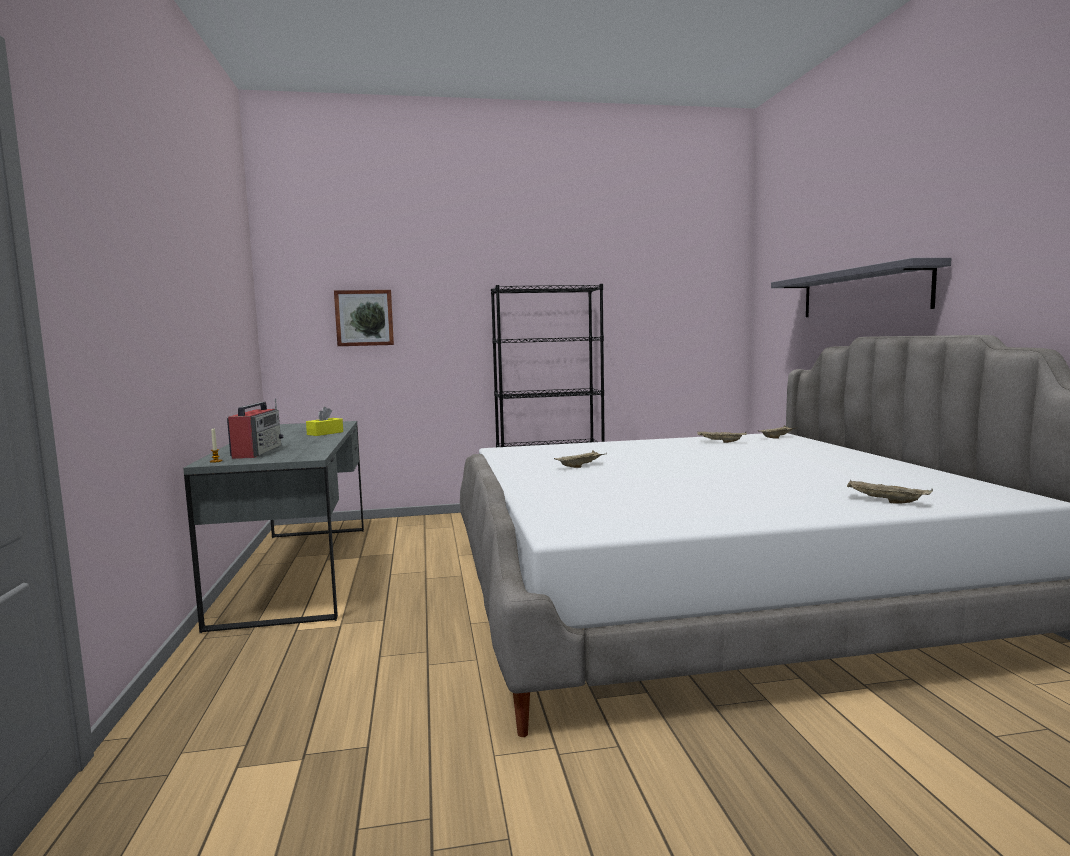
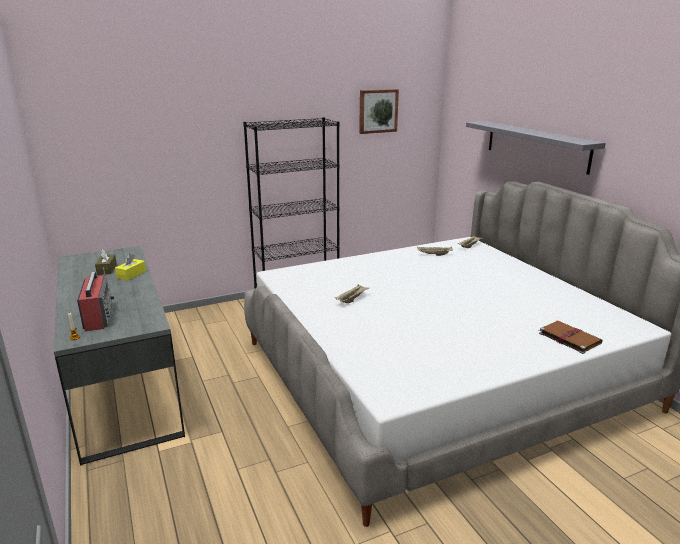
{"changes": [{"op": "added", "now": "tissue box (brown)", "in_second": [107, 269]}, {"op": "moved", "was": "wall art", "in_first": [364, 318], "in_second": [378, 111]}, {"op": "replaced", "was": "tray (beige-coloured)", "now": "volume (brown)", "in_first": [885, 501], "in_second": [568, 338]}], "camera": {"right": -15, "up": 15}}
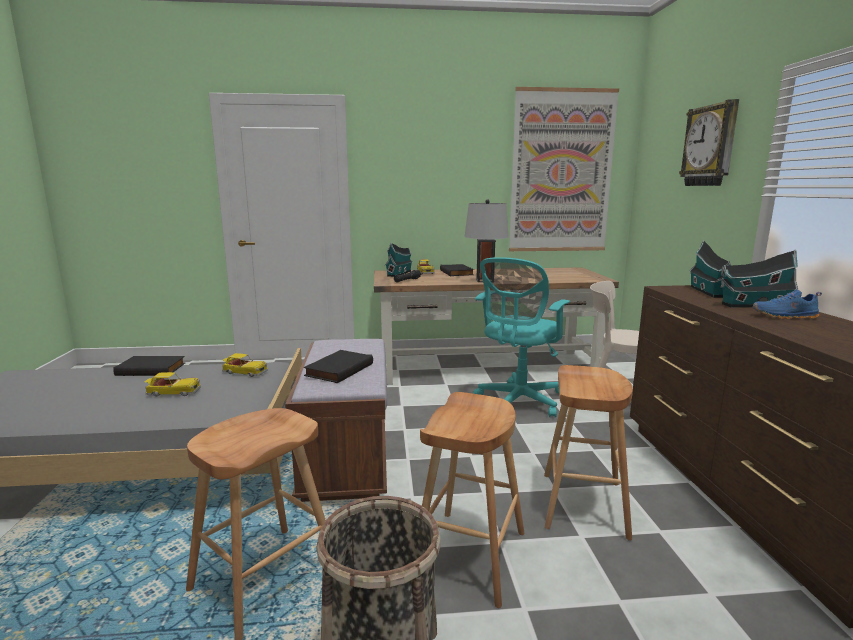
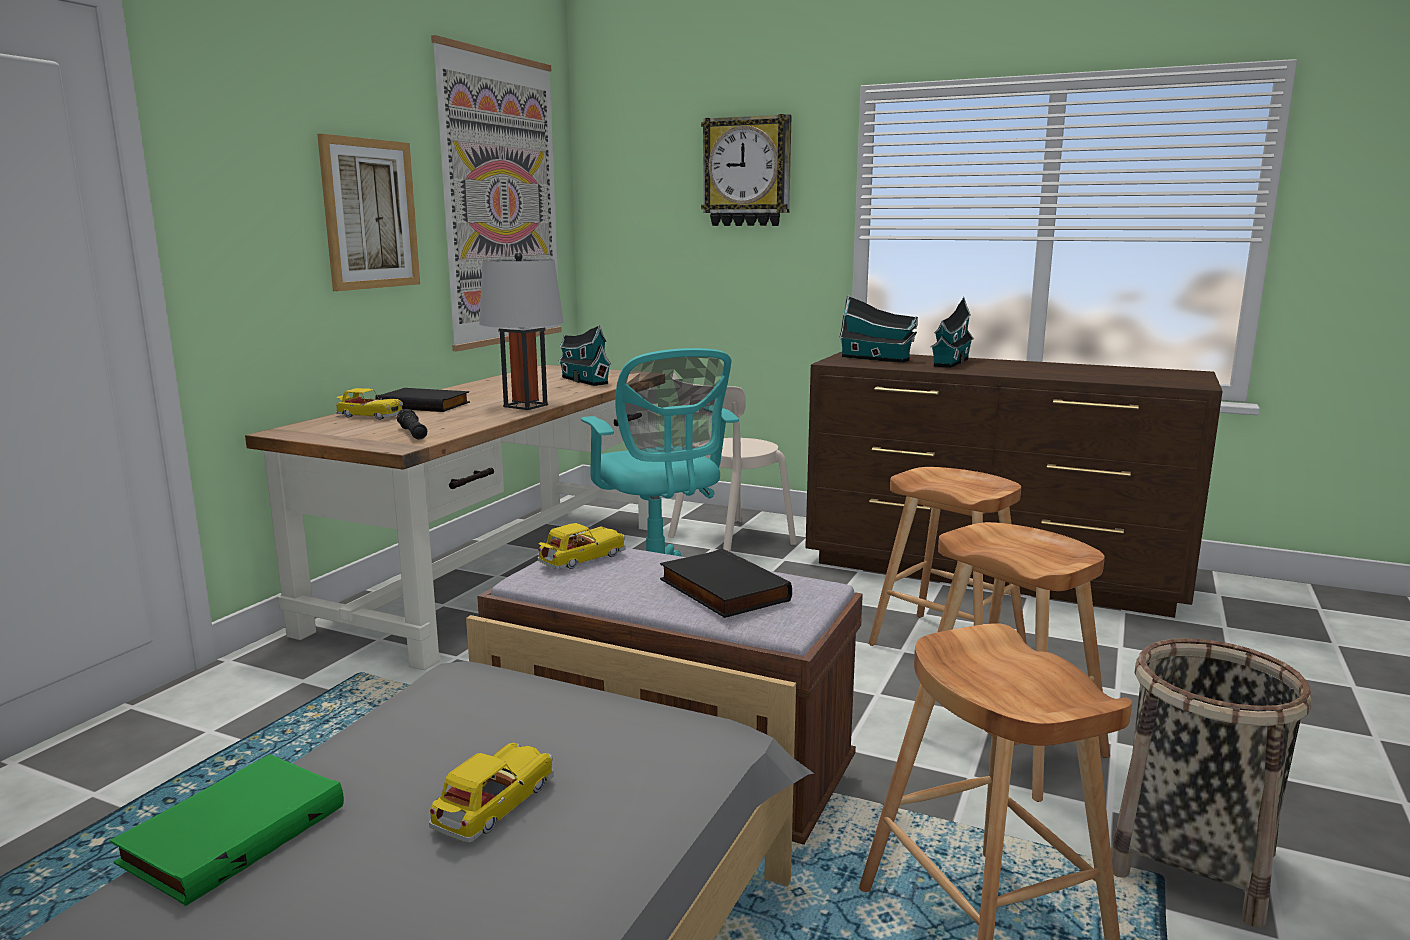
{"changes": [{"op": "recoloured", "was": "volume (blackish)", "now": "volume (green-coloured)", "in_first": [152, 369], "in_second": [233, 832]}, {"op": "added", "now": "wall art", "in_second": [370, 214]}, {"op": "moved", "was": "model car", "in_first": [244, 372], "in_second": [581, 559]}, {"op": "moved", "was": "toy house", "in_first": [400, 273], "in_second": [583, 380]}, {"op": "removed", "was": "low shoe (blue)", "in_first": [785, 317]}], "camera": {"right": -60, "up": 0}}
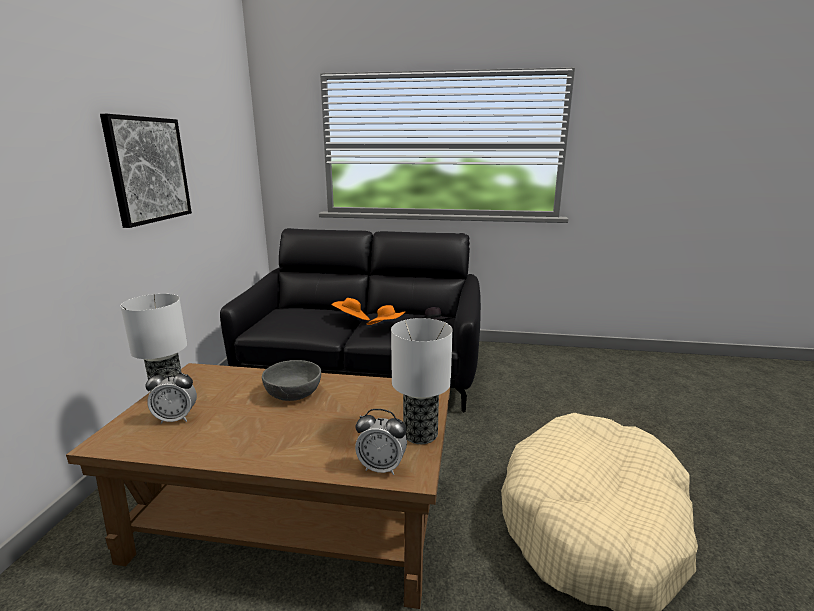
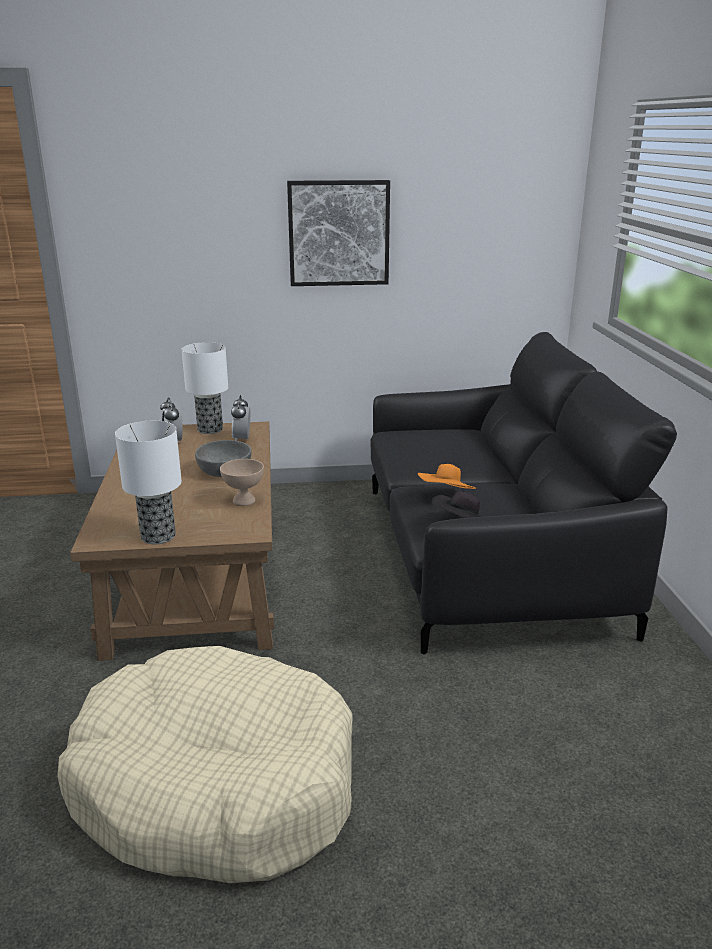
{"changes": [{"op": "added", "now": "serving bowl (beige-coloured)", "in_second": [243, 500]}, {"op": "moved", "was": "table clock", "in_first": [382, 467], "in_second": [242, 439]}, {"op": "removed", "was": "clothing hat (orange-coloured)", "in_first": [351, 320]}], "camera": {"right": 75, "up": 5}}
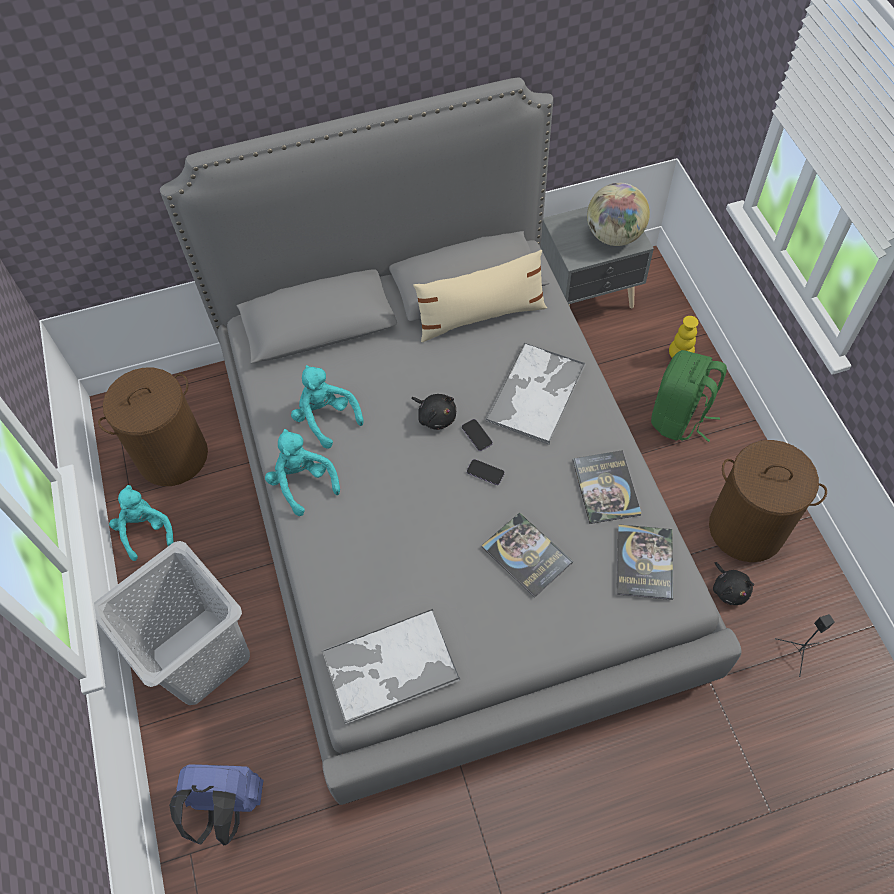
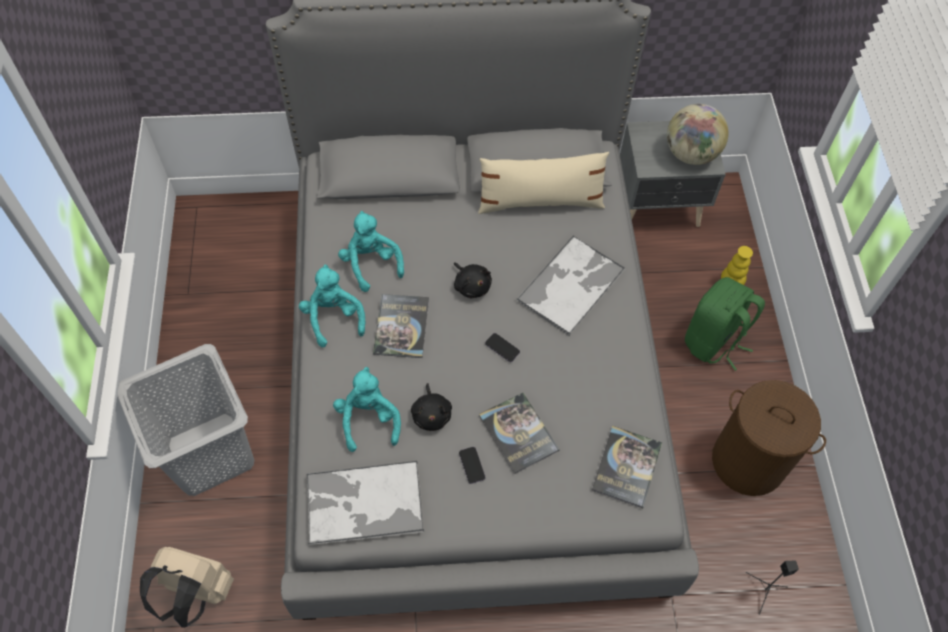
{"changes": [{"op": "recoloured", "was": "backpack (blue)", "now": "backpack (beige-coloured)", "in_first": [226, 806], "in_second": [196, 593]}, {"op": "moved", "was": "plush toy (turquoise)", "in_first": [145, 531], "in_second": [368, 419]}, {"op": "moved", "was": "volume", "in_first": [606, 487], "in_second": [401, 326]}, {"op": "moved", "was": "plush toy (blackish)", "in_first": [729, 589], "in_second": [431, 414]}, {"op": "moved", "was": "handset", "in_first": [477, 435], "in_second": [472, 465]}, {"op": "removed", "was": "washing basket (brown)", "in_first": [173, 455]}], "camera": {"right": 10, "up": 0}}
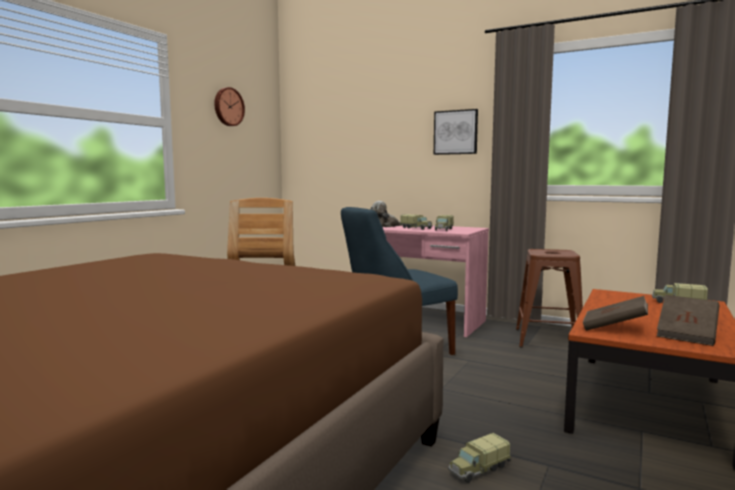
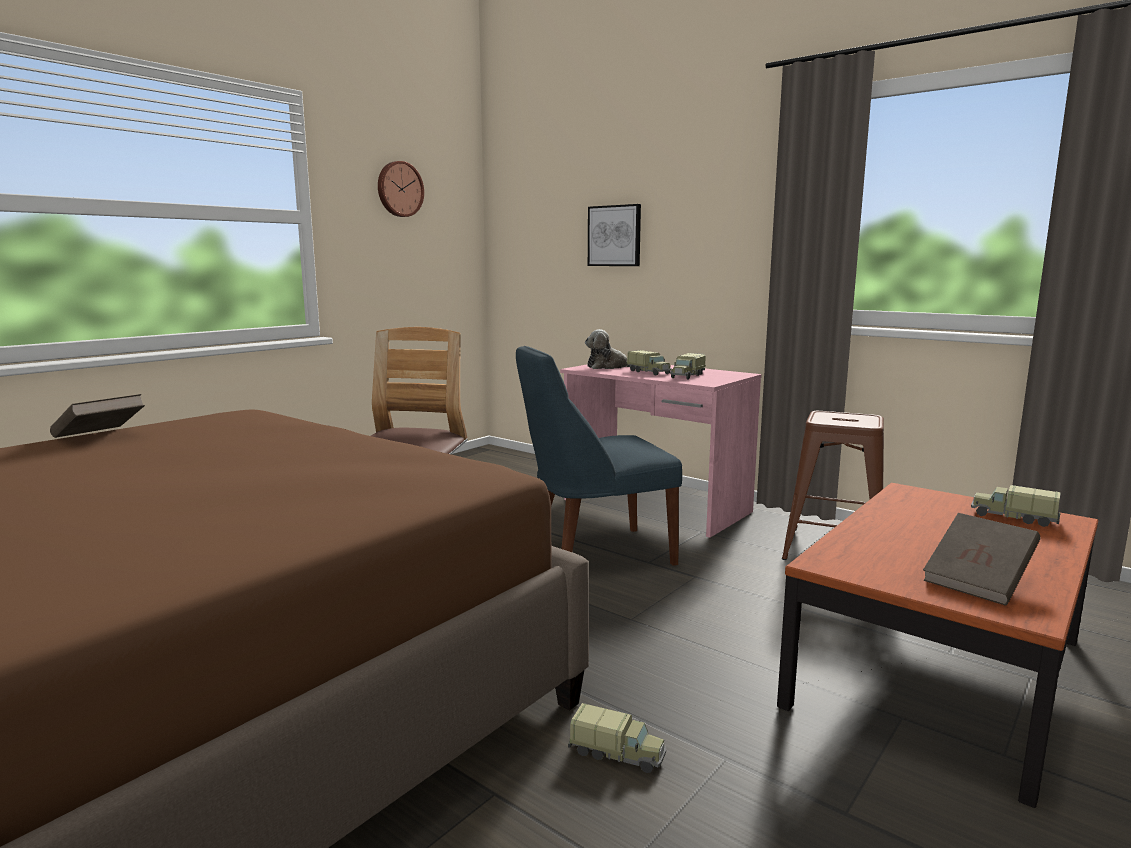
{"changes": [{"op": "moved", "was": "volume (brown)", "in_first": [614, 328], "in_second": [99, 437]}, {"op": "turned", "was": "toy lorry", "in_first": [478, 469], "in_second": [617, 754], "clockwise": -135}, {"op": "moved", "was": "wall art", "in_first": [455, 132], "in_second": [614, 236]}], "camera": {"right": 10, "up": 5}}
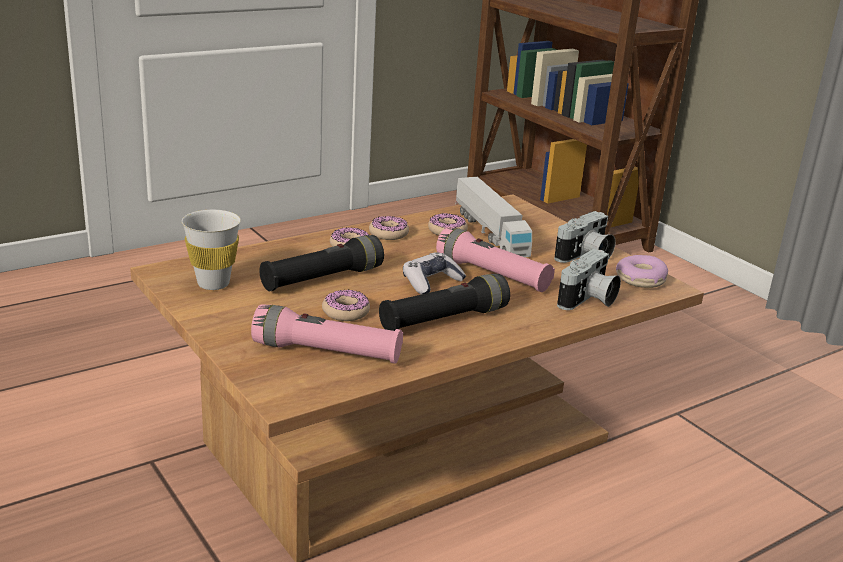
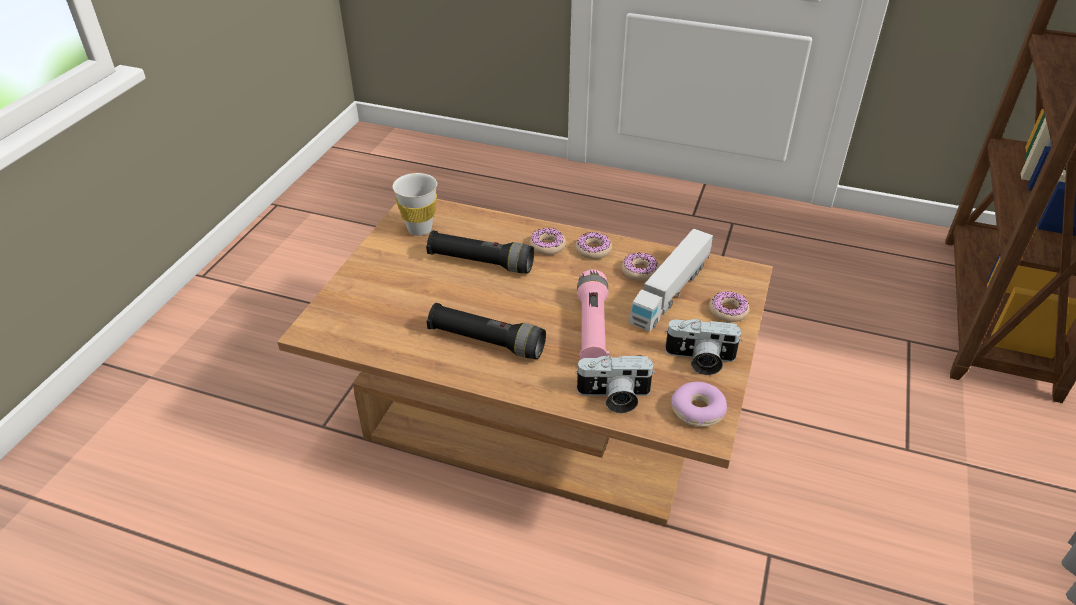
{"changes": [{"op": "moved", "was": "doughnut", "in_first": [345, 312], "in_second": [728, 311]}, {"op": "removed", "was": "hand torch (pinkish)", "in_first": [327, 352]}, {"op": "removed", "was": "joypad", "in_first": [431, 282]}], "camera": {"right": 55, "up": 15}}
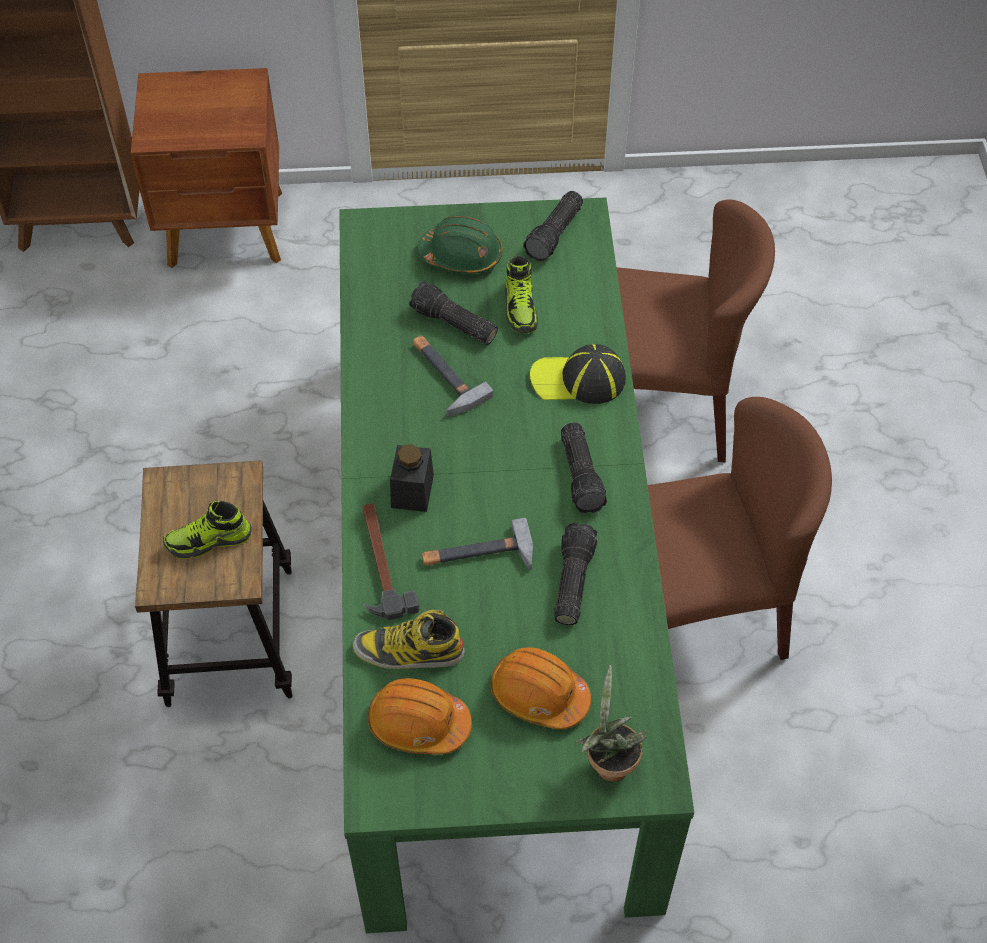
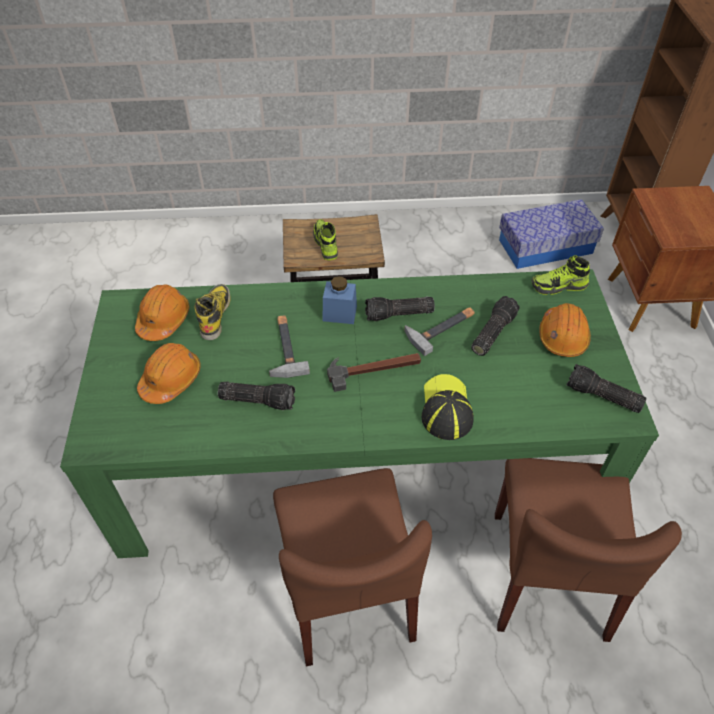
{"changes": [{"op": "recoloured", "was": "preserve jar (blackish)", "now": "preserve jar (blue)", "in_first": [412, 491], "in_second": [339, 313]}, {"op": "moved", "was": "tool hammer", "in_first": [380, 563], "in_second": [374, 369]}, {"op": "moved", "was": "hand torch", "in_first": [582, 475], "in_second": [398, 315]}, {"op": "added", "now": "storage box", "in_second": [545, 246]}, {"op": "moved", "was": "low shoe", "in_first": [520, 307], "in_second": [558, 286]}, {"op": "recoloured", "was": "work helmet (green-coloured)", "now": "work helmet (orange-coloured)", "in_first": [461, 256], "in_second": [562, 337]}, {"op": "removed", "was": "plant in a pot", "in_first": [608, 762]}], "camera": {"right": 90, "up": -5}}
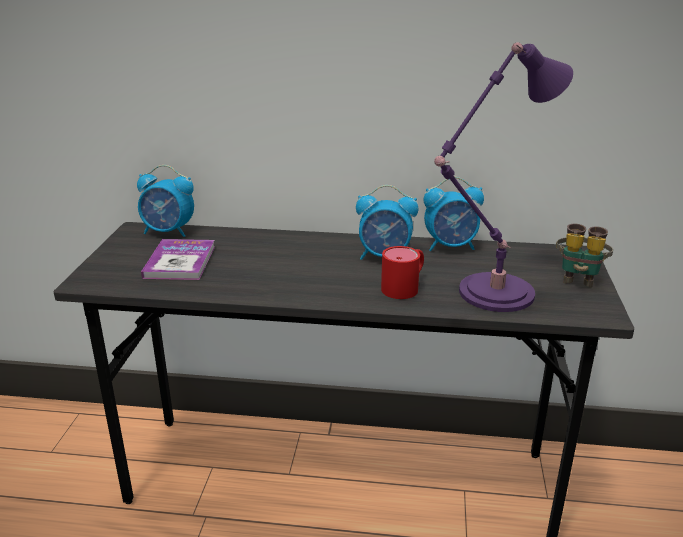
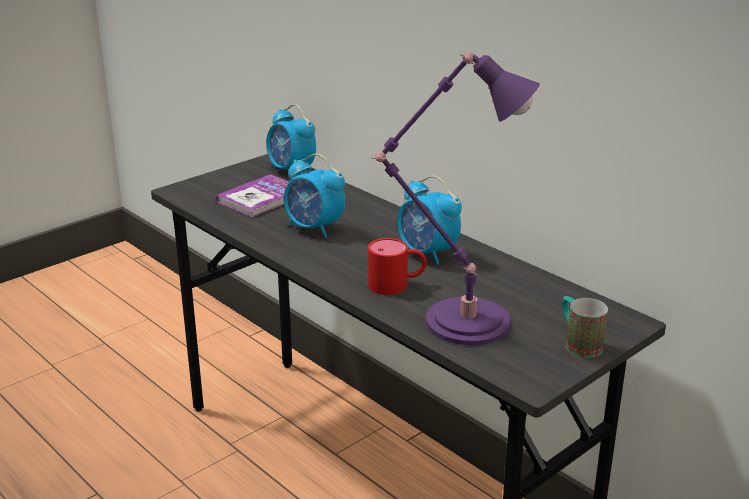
{"changes": [{"op": "moved", "was": "table clock", "in_first": [451, 246], "in_second": [314, 228]}, {"op": "replaced", "was": "pair of binoculars", "now": "tea mug", "in_first": [578, 278], "in_second": [578, 344]}], "camera": {"right": 40, "up": 0}}
